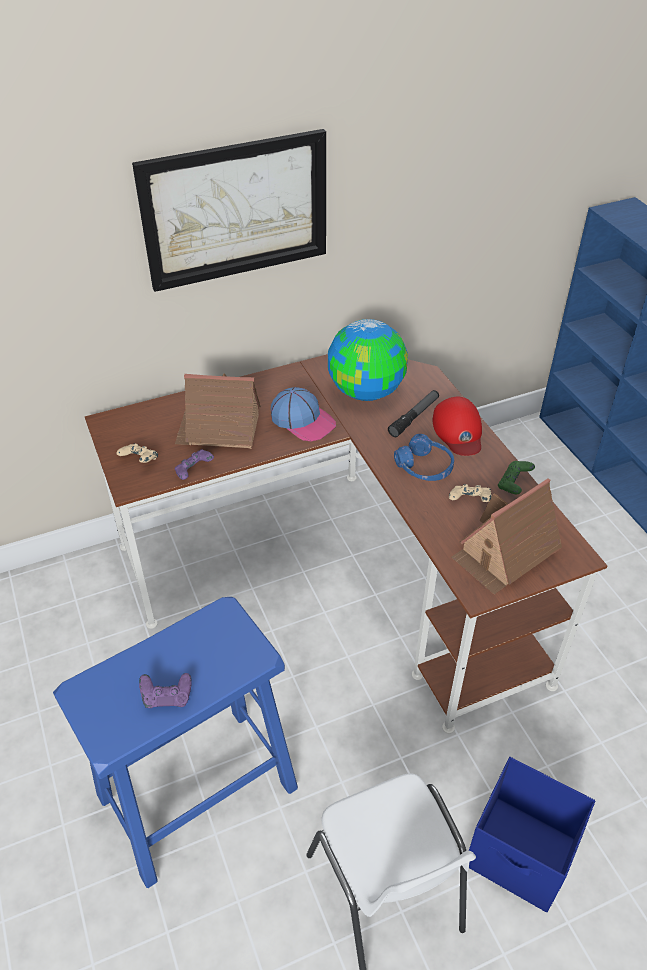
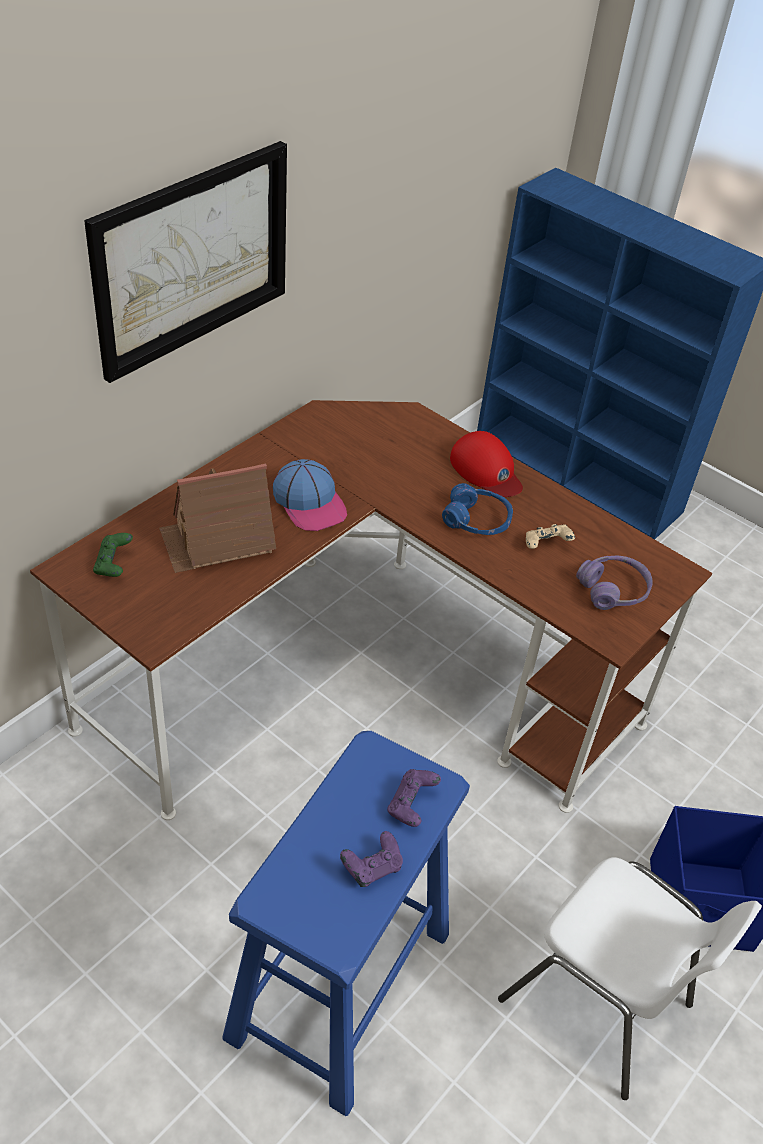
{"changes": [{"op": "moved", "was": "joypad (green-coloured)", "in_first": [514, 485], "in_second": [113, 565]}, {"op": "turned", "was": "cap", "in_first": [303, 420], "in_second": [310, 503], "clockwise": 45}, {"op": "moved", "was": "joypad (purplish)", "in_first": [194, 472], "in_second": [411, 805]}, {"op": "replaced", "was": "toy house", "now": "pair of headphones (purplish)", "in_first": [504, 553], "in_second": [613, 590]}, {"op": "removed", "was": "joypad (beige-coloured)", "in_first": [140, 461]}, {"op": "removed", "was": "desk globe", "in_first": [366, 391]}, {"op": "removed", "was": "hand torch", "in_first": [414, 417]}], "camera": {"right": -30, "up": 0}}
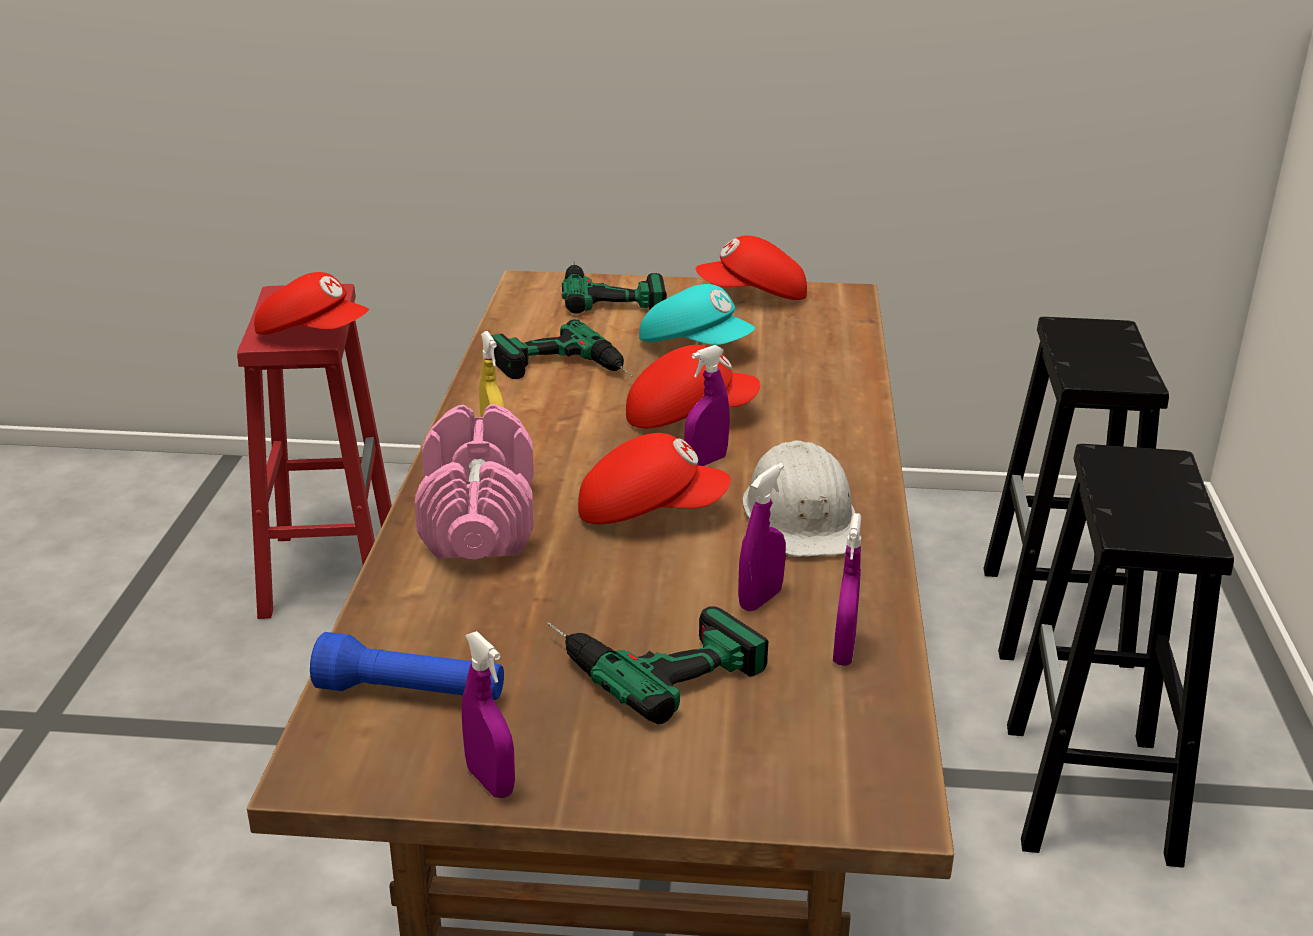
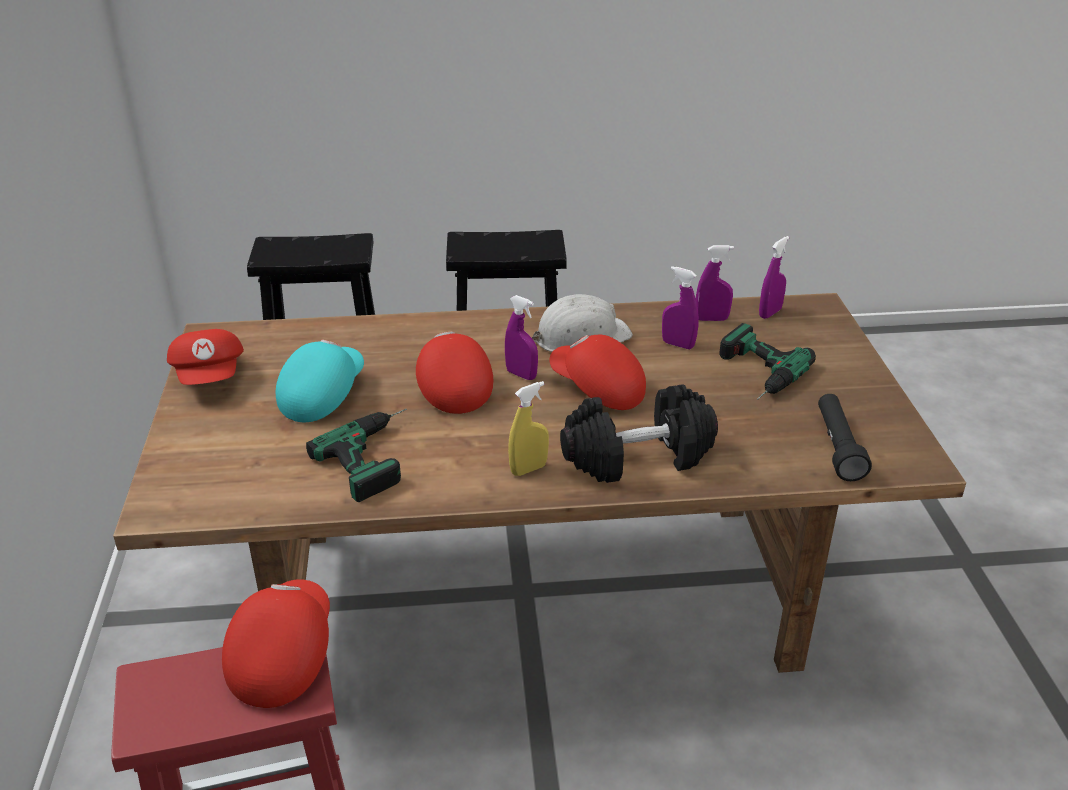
{"changes": [{"op": "turned", "was": "cap (reddish)", "in_first": [649, 511], "in_second": [597, 389], "clockwise": -45}, {"op": "recoloured", "was": "free weight (pinkish)", "now": "free weight (blackish)", "in_first": [478, 519], "in_second": [637, 457]}, {"op": "moved", "was": "hand sprayer (purplish)", "in_first": [490, 781], "in_second": [770, 313]}, {"op": "recoloured", "was": "hand torch (blue)", "now": "hand torch (blackish)", "in_first": [411, 693], "in_second": [837, 446]}, {"op": "removed", "was": "drill", "in_first": [611, 293]}], "camera": {"right": -100, "up": 5}}
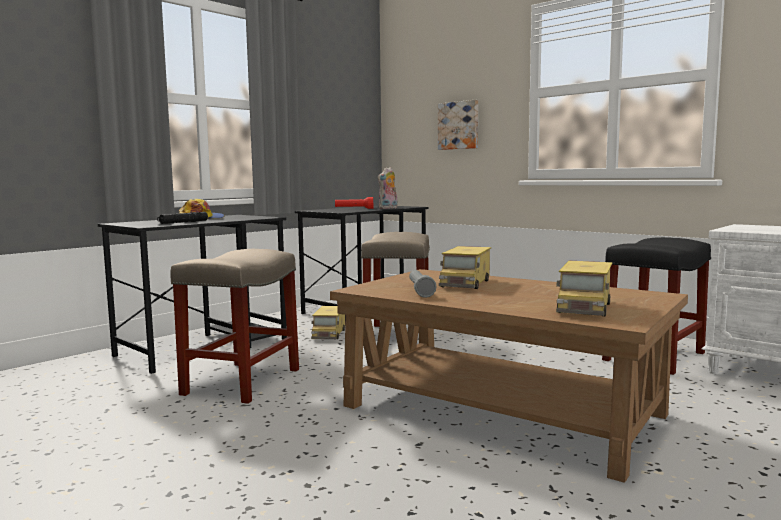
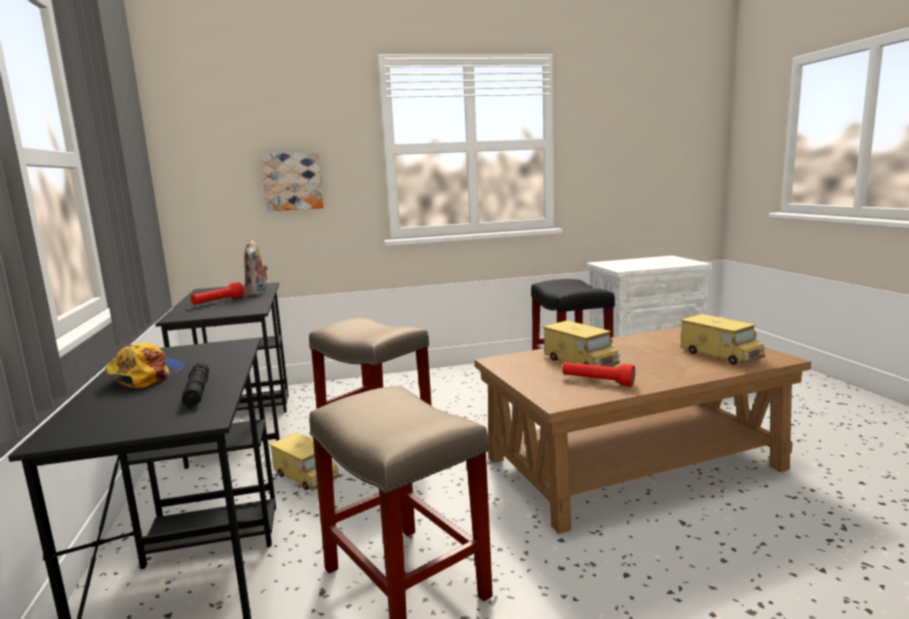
{"changes": [{"op": "recoloured", "was": "hand torch (greyish)", "now": "hand torch (reddish)", "in_first": [420, 291], "in_second": [597, 381]}], "camera": {"right": -55, "up": 5}}
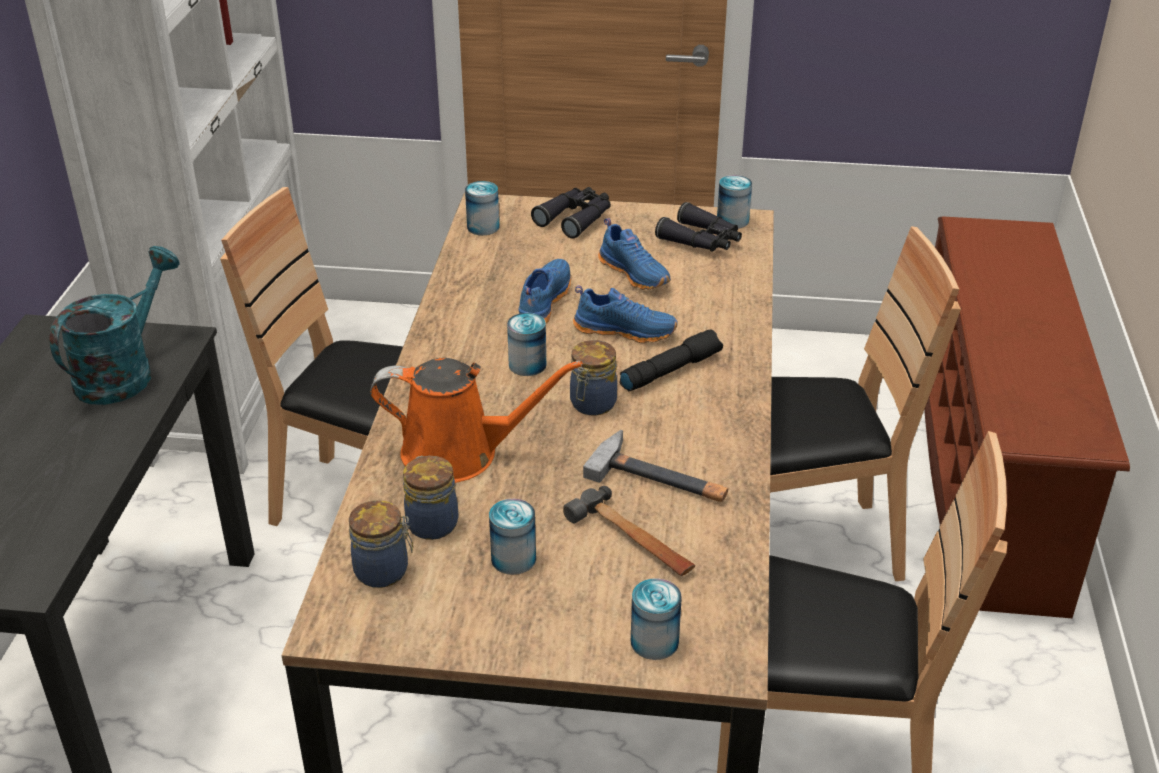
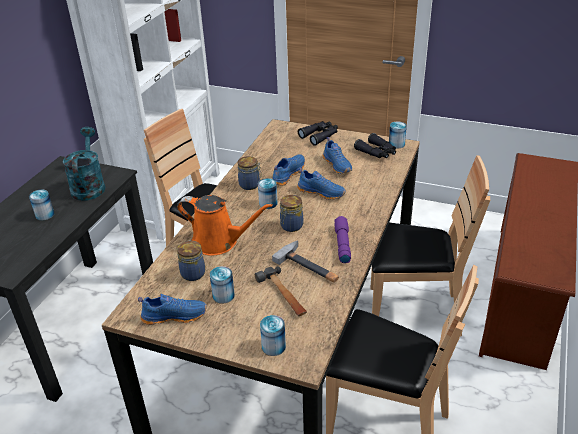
{"changes": [{"op": "moved", "was": "metal can", "in_first": [483, 227], "in_second": [45, 215]}, {"op": "turned", "was": "watering can (turquoise)", "in_first": [123, 372], "in_second": [89, 186], "clockwise": -45}, {"op": "added", "now": "low shoe (blue)", "in_second": [174, 315]}, {"op": "moved", "was": "preserve jar", "in_first": [384, 571], "in_second": [250, 185]}, {"op": "added", "now": "hand torch (purplish)", "in_second": [342, 244]}, {"op": "removed", "was": "hand torch (blackish)", "in_first": [670, 370]}], "camera": {"right": 15, "up": 0}}
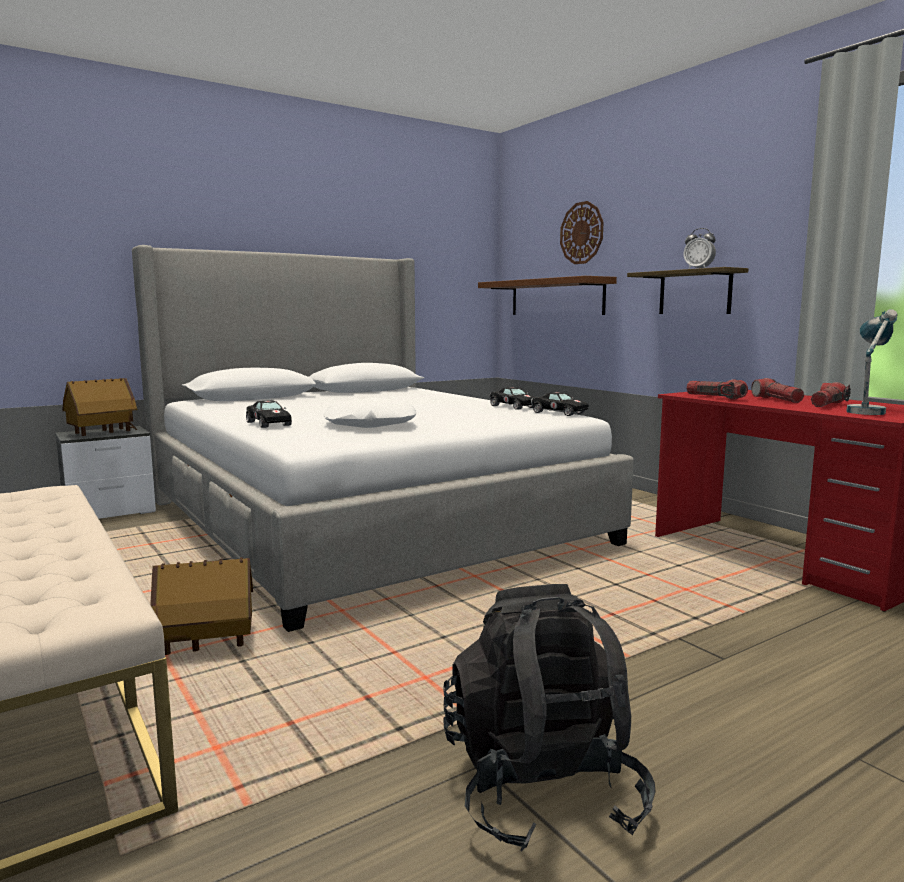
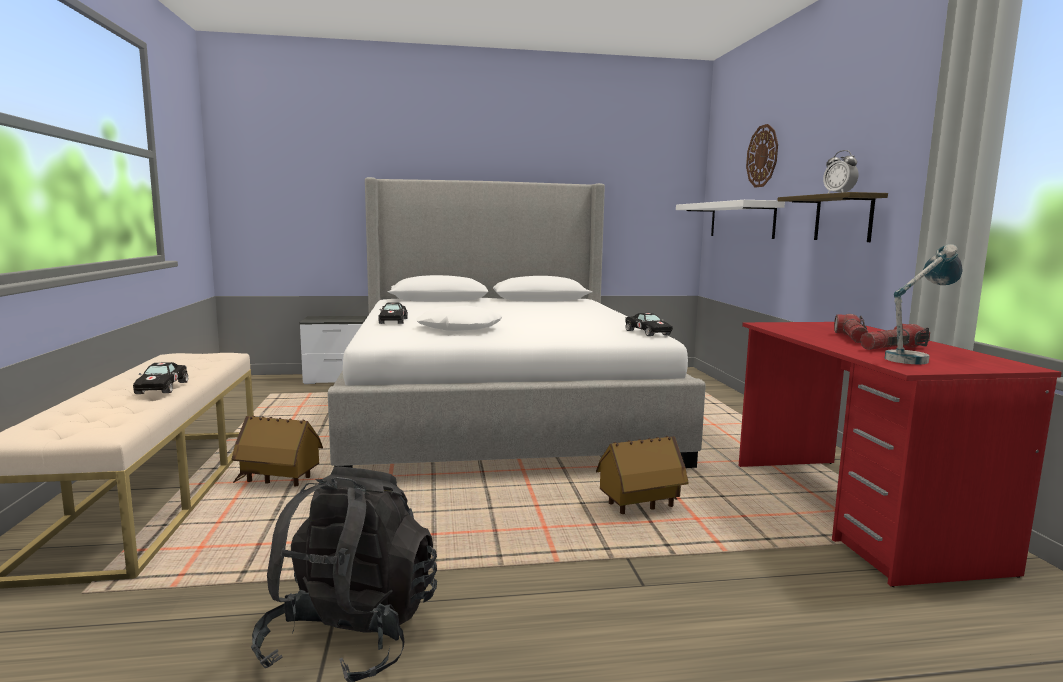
{"changes": [{"op": "moved", "was": "model car (blackish)", "in_first": [512, 406], "in_second": [162, 387]}, {"op": "moved", "was": "toy house", "in_first": [102, 433], "in_second": [640, 506]}, {"op": "recoloured", "was": "shelf (brown)", "now": "shelf (white)", "in_first": [556, 297], "in_second": [741, 220]}, {"op": "removed", "was": "hand torch", "in_first": [715, 397]}], "camera": {"right": 25, "up": 0}}
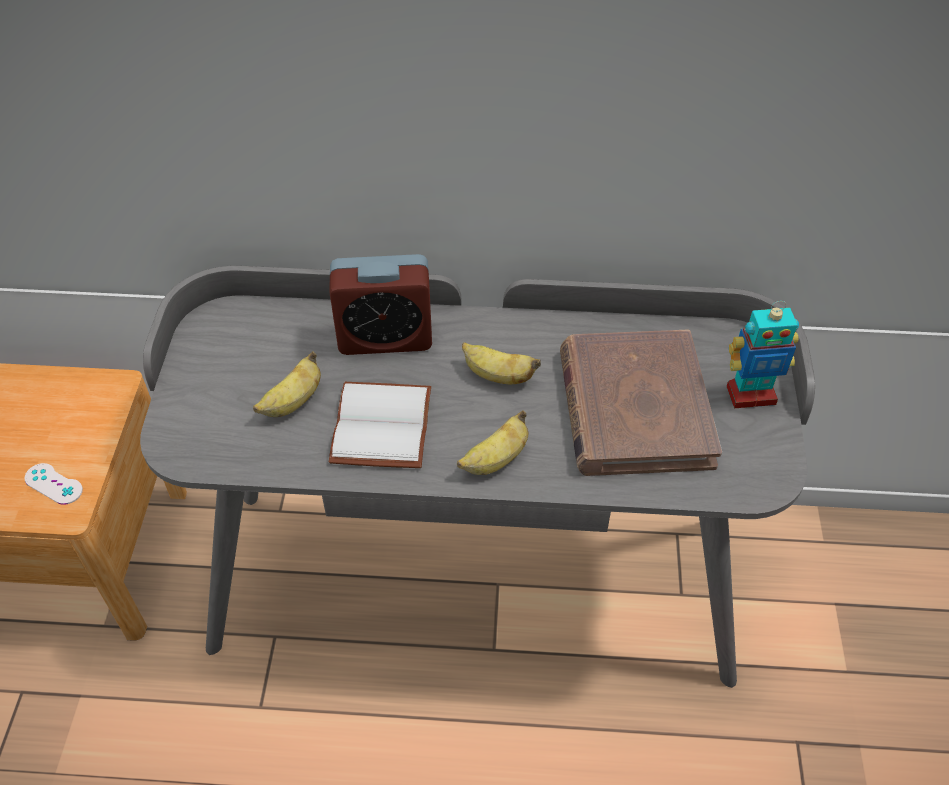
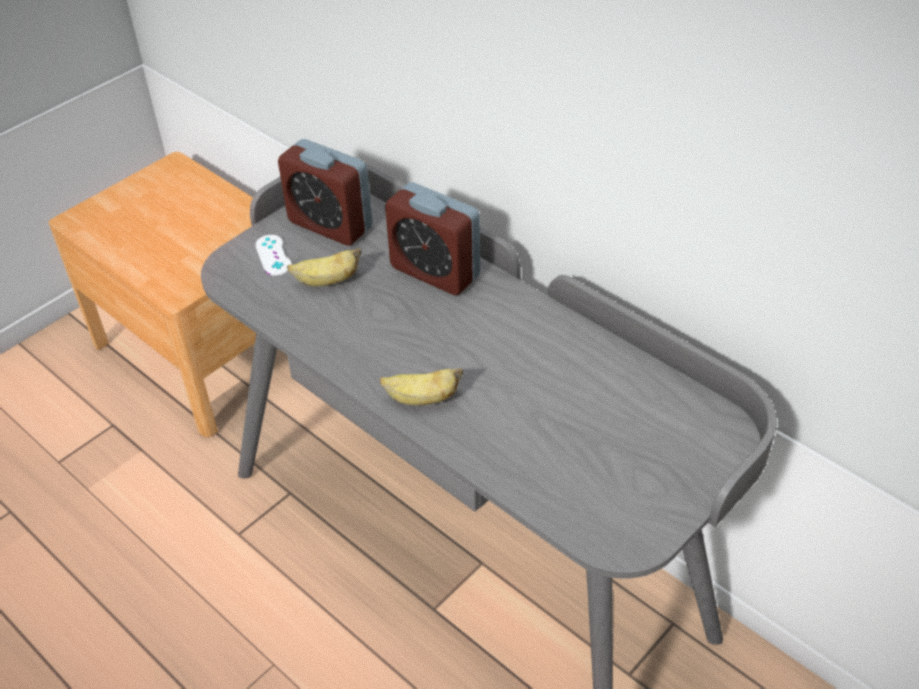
{"changes": [{"op": "moved", "was": "joypad (white)", "in_first": [53, 484], "in_second": [273, 255]}, {"op": "added", "now": "table clock", "in_second": [330, 225]}, {"op": "removed", "was": "volume (white)", "in_first": [384, 428]}, {"op": "removed", "was": "banana", "in_first": [497, 376]}, {"op": "removed", "was": "volume (brown)", "in_first": [634, 408]}, {"op": "removed", "was": "toy robot", "in_first": [750, 394]}], "camera": {"right": 40, "up": -5}}
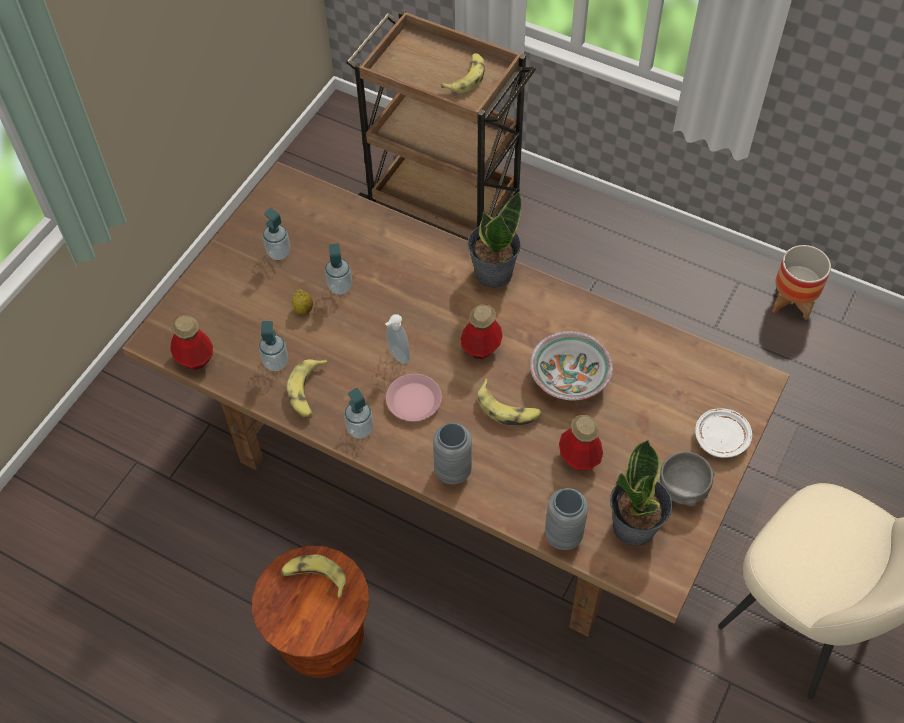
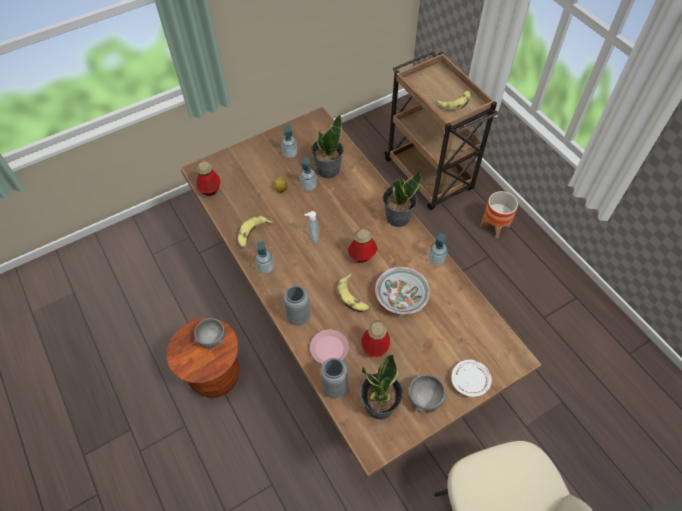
{"changes": [{"op": "replaced", "was": "banana", "now": "serving bowl (greyish)", "in_first": [315, 578], "in_second": [212, 338]}, {"op": "moved", "was": "plate (pinkish)", "in_first": [414, 401], "in_second": [329, 349]}, {"op": "added", "now": "plant in a pot", "in_second": [327, 169]}, {"op": "moved", "was": "liquid soap bottle", "in_first": [276, 362], "in_second": [436, 260]}, {"op": "moved", "was": "plant pot", "in_first": [791, 302], "in_second": [494, 226]}], "camera": {"right": 30, "up": 0}}
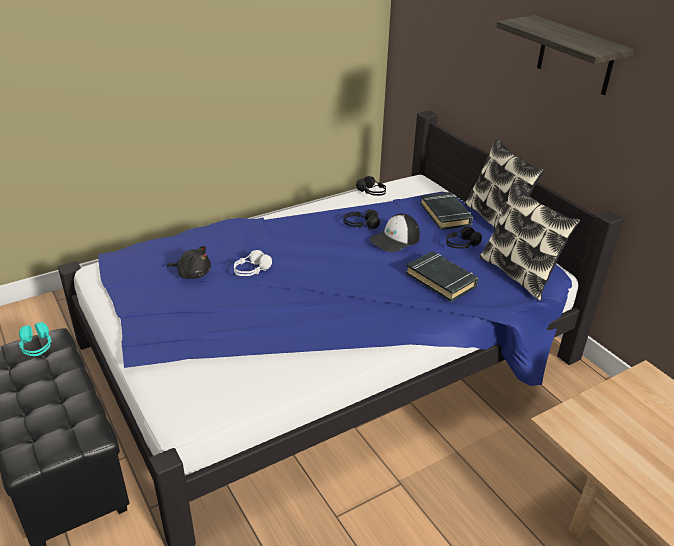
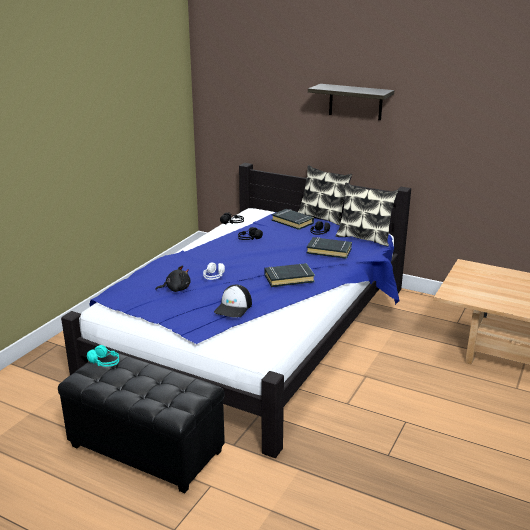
{"changes": [{"op": "moved", "was": "cap", "in_first": [395, 239], "in_second": [234, 307]}, {"op": "added", "now": "volume (blackish)", "in_second": [289, 278]}], "camera": {"right": -30, "up": -10}}
